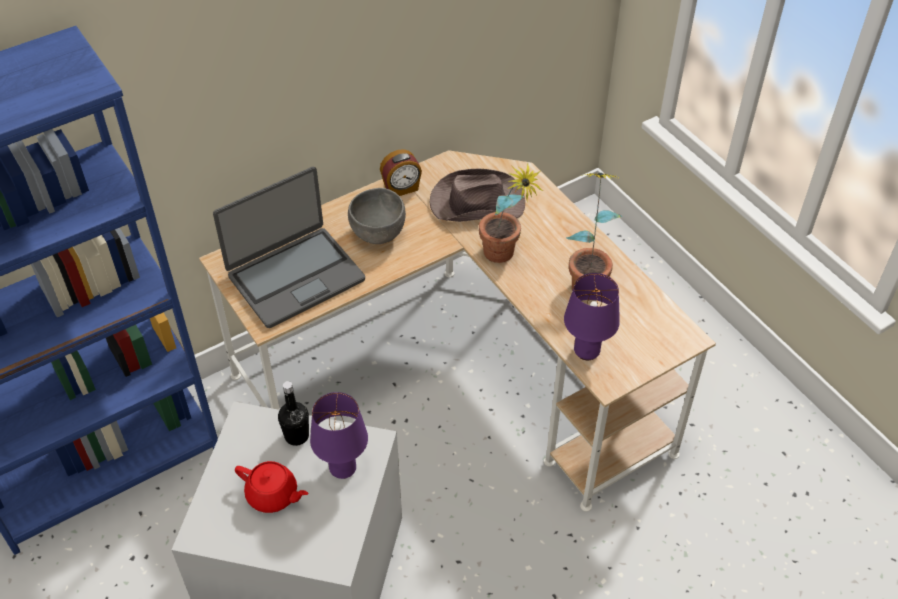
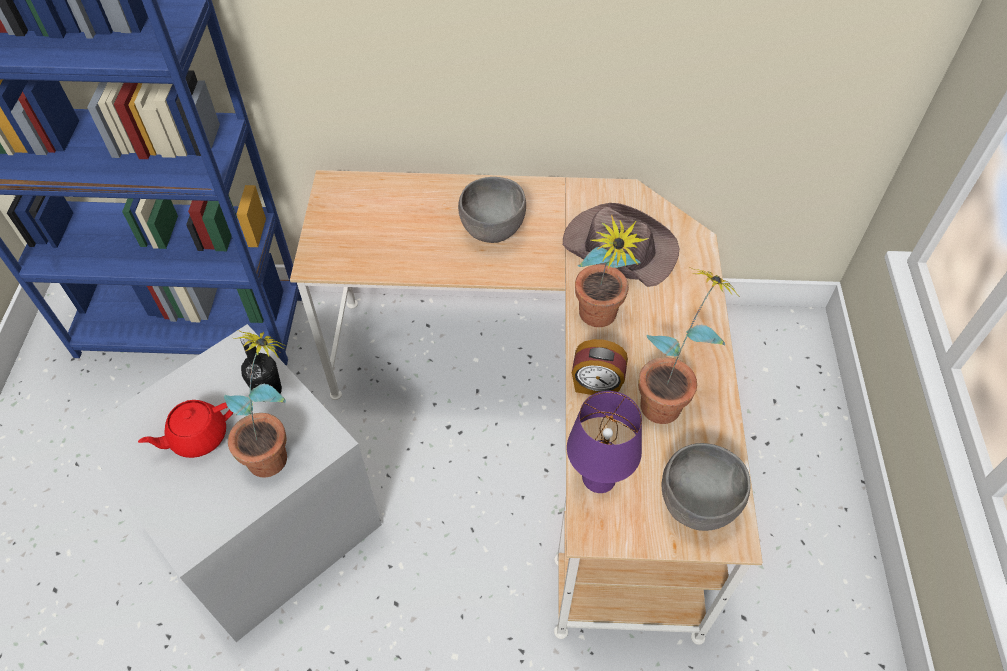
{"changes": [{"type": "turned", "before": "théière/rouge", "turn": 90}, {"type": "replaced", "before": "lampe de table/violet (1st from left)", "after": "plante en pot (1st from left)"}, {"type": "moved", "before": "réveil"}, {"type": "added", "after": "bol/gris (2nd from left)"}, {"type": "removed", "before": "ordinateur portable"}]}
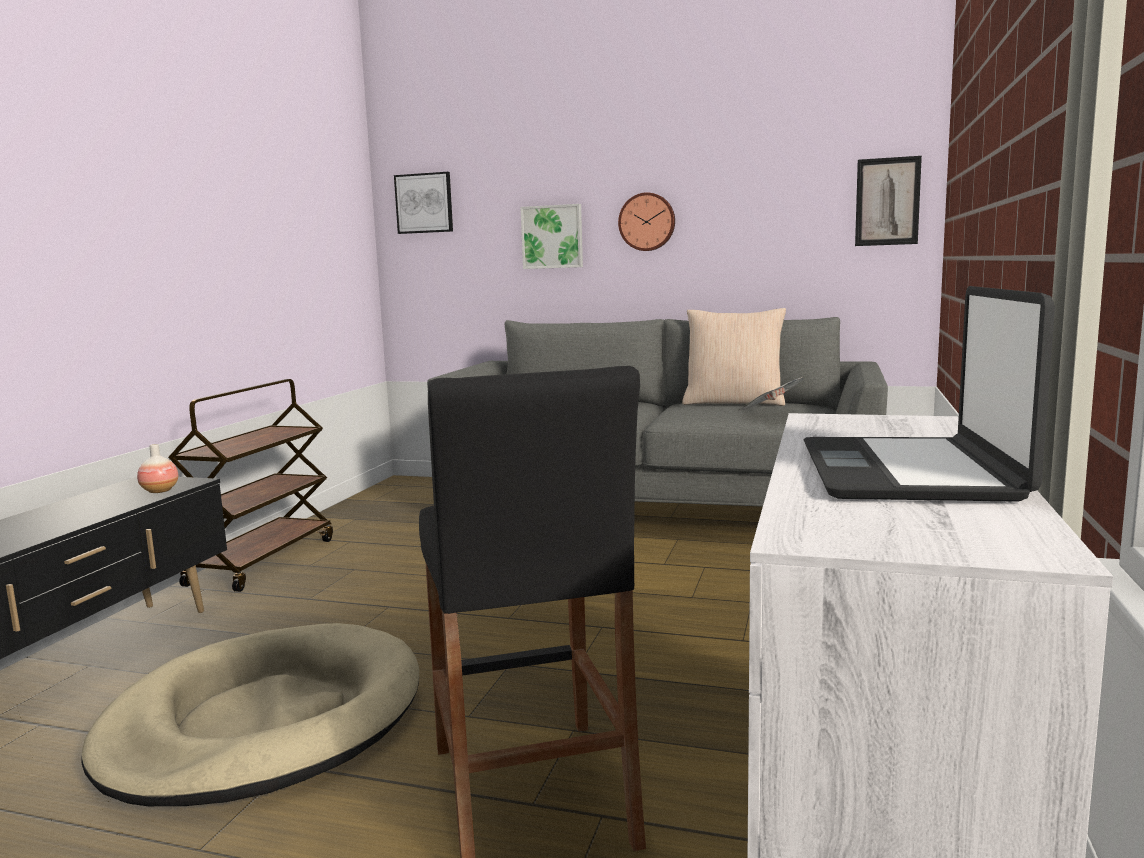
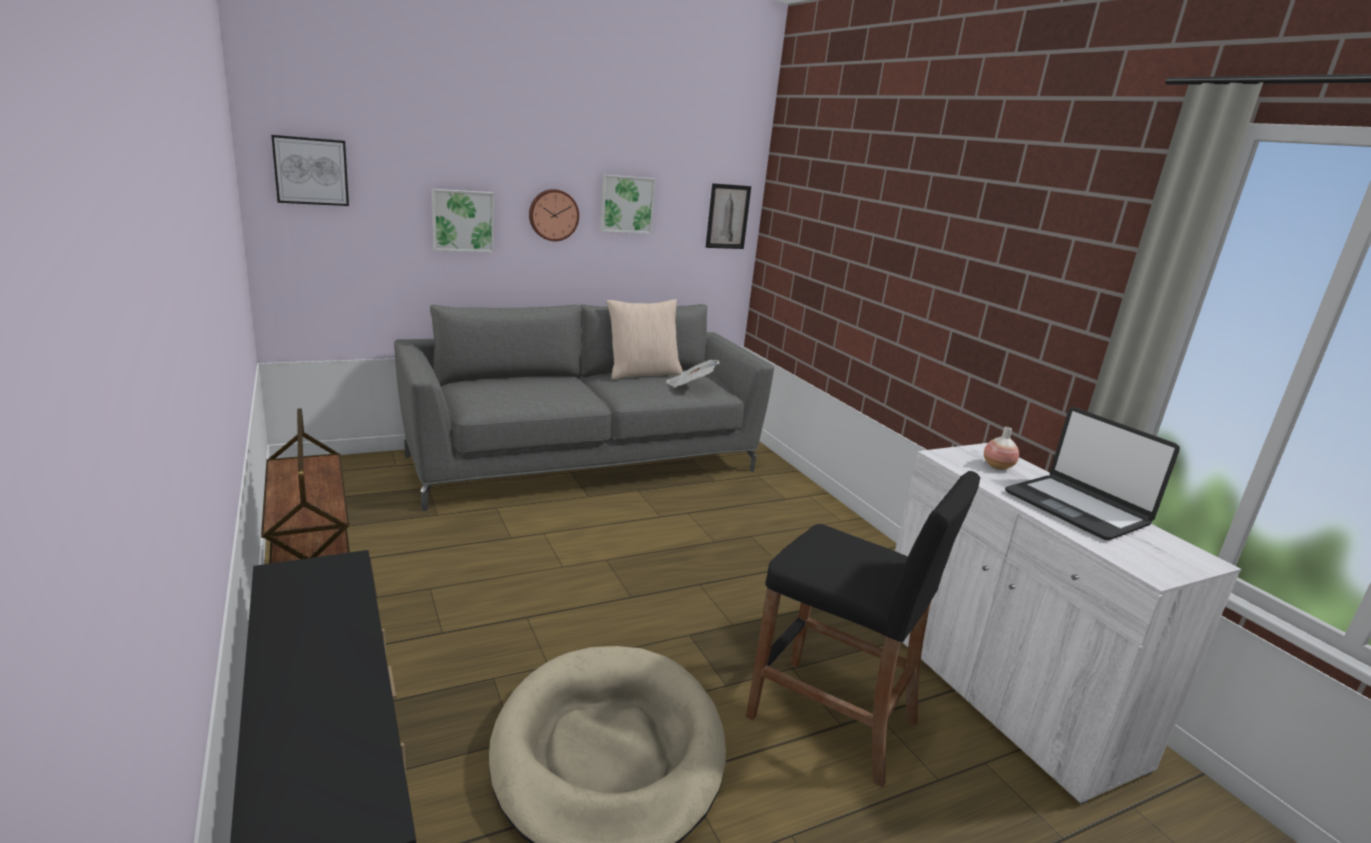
{"changes": [{"type": "added", "after": "tableau (3rd from left)"}, {"type": "moved", "before": "vase"}]}
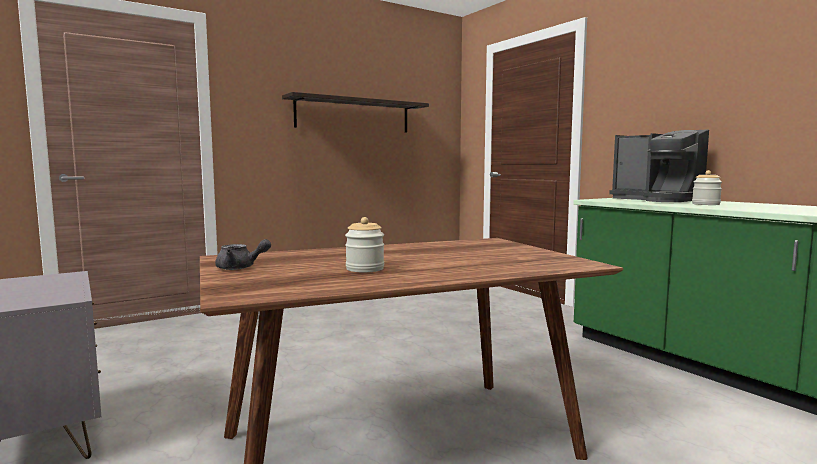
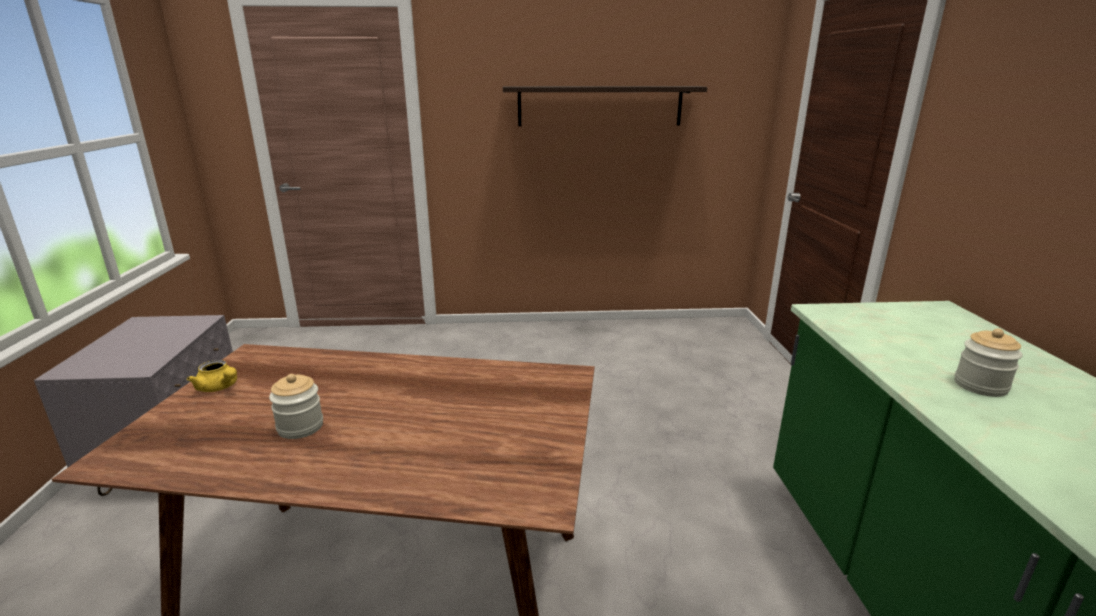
{"changes": [{"type": "recoloured", "before": "théière/gris", "after": "théière/jaune"}, {"type": "removed", "before": "machine à café"}]}
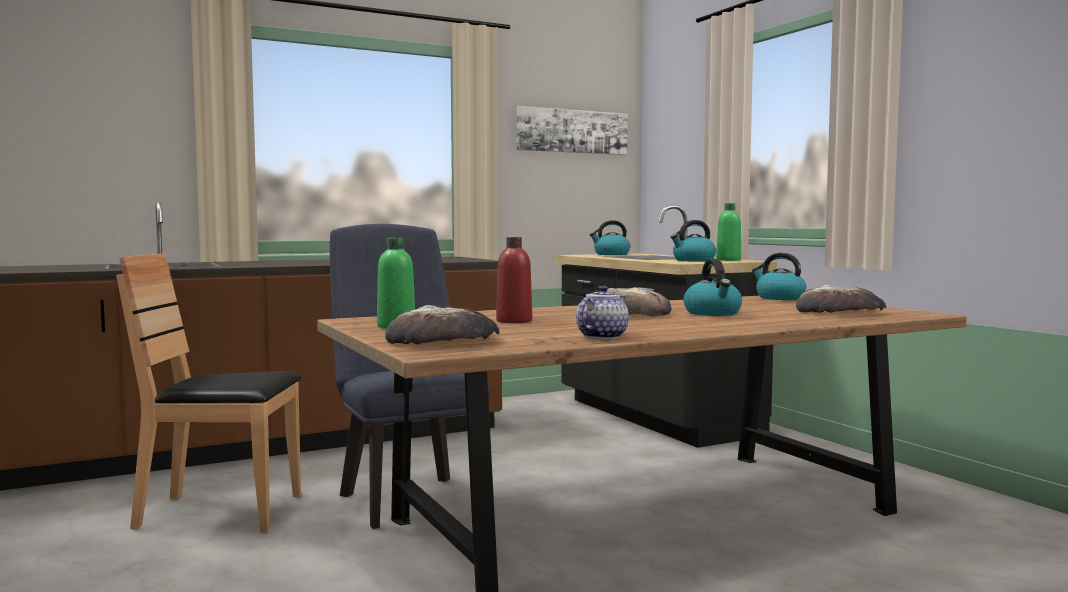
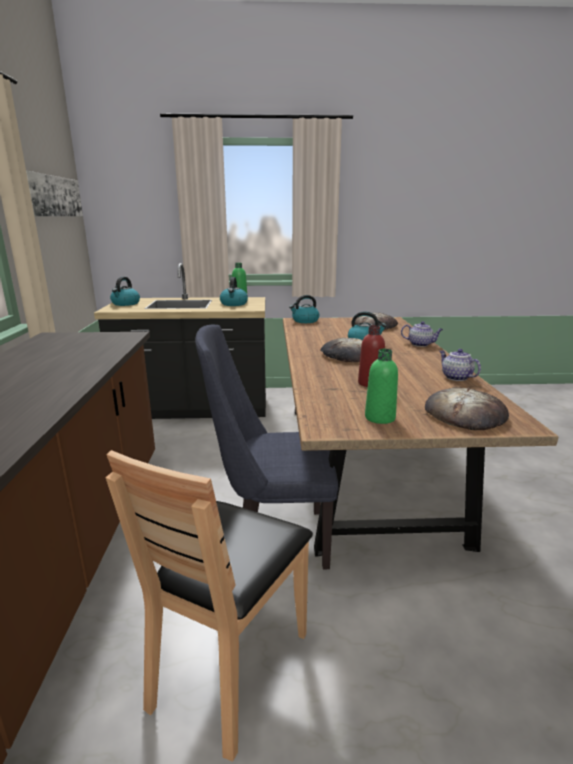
{"changes": [{"type": "added", "after": "théière (1st from left)"}]}
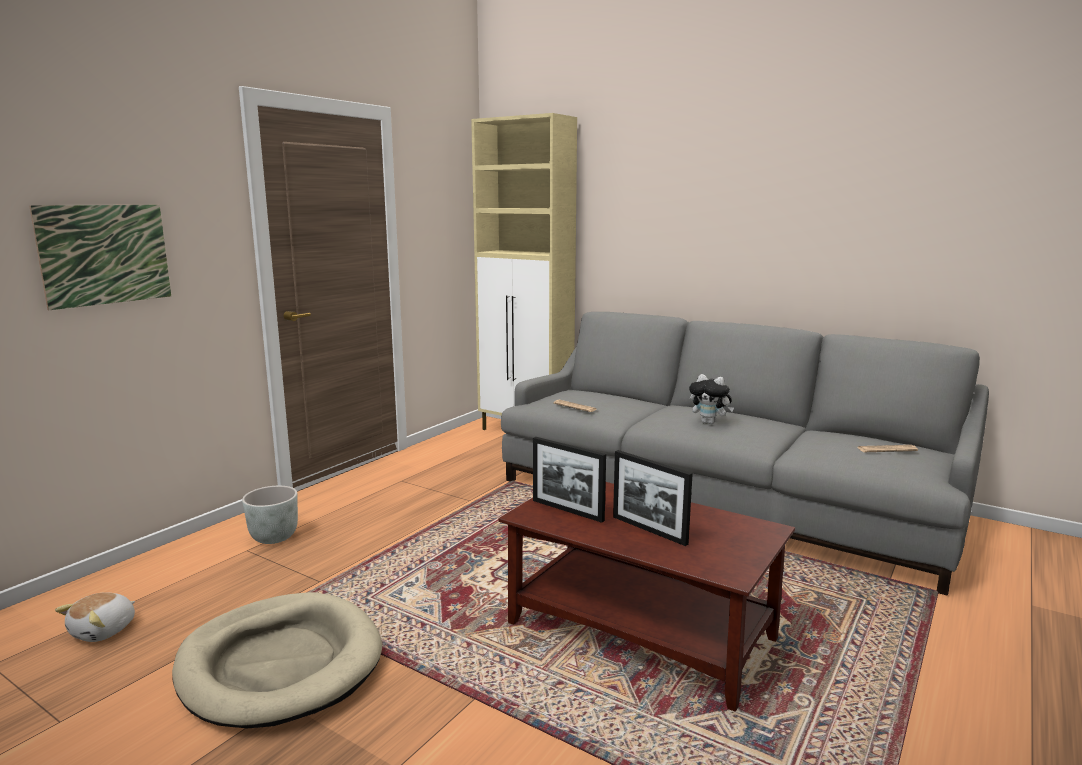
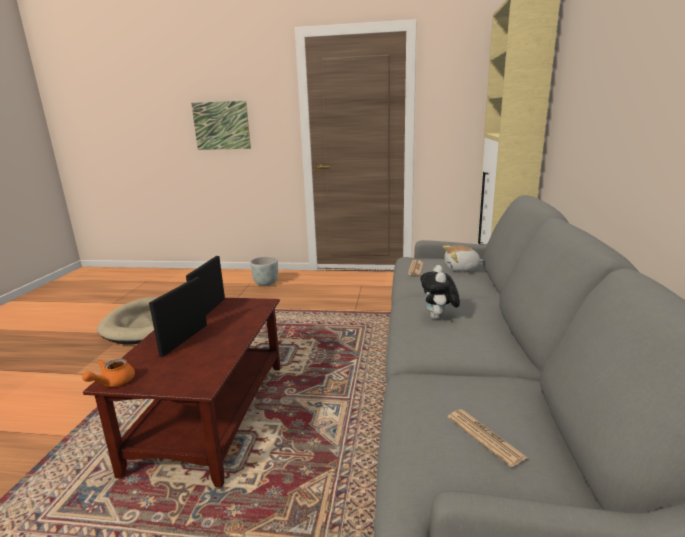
{"changes": [{"type": "added", "after": "théière/orange"}, {"type": "moved", "before": "peluche (1st from left in the first image)", "after": "peluche (2nd from left)"}]}
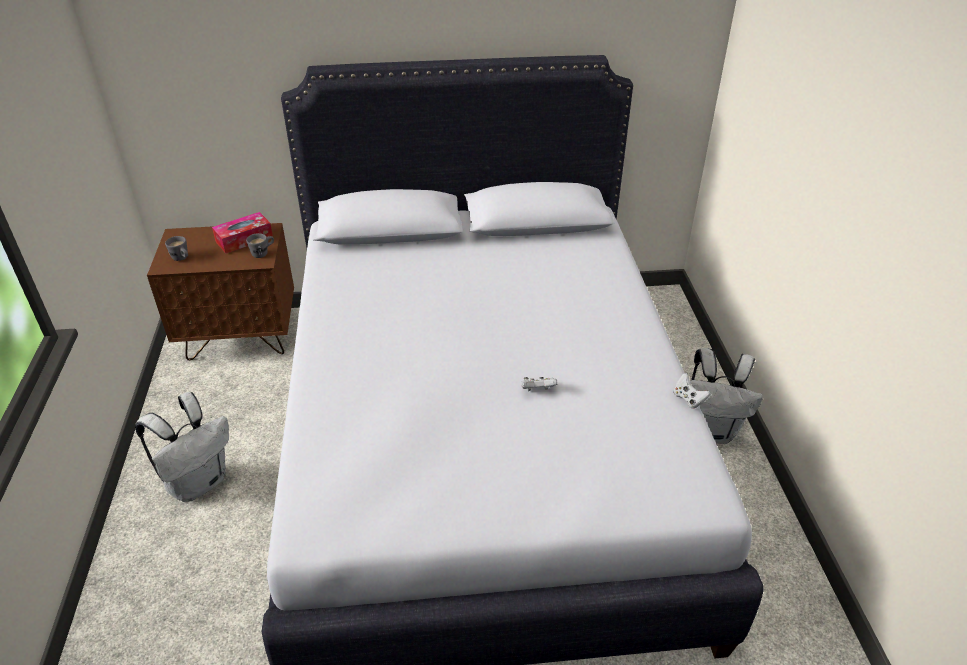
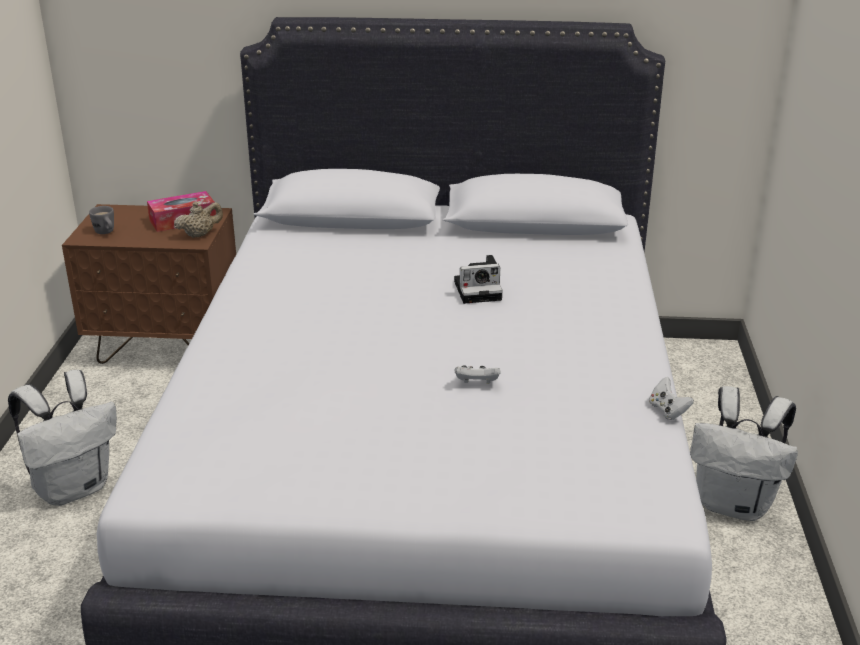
{"changes": [{"type": "replaced", "before": "mug/gris (2nd from left)", "after": "théière/beige"}, {"type": "added", "after": "appareil photo"}]}
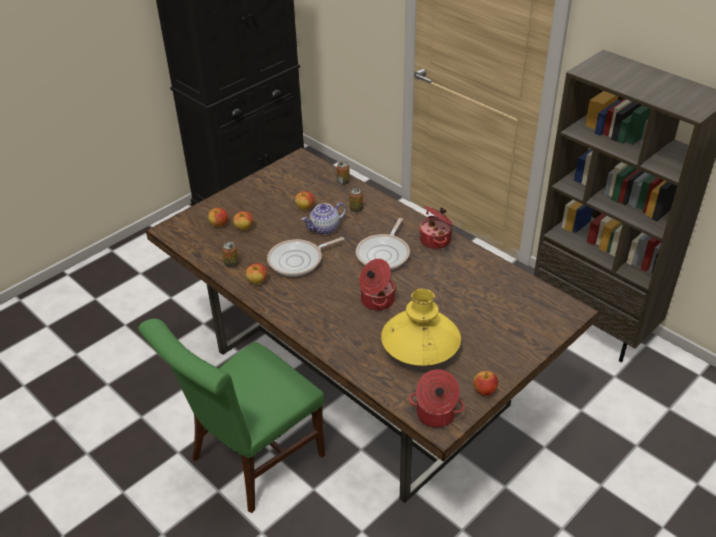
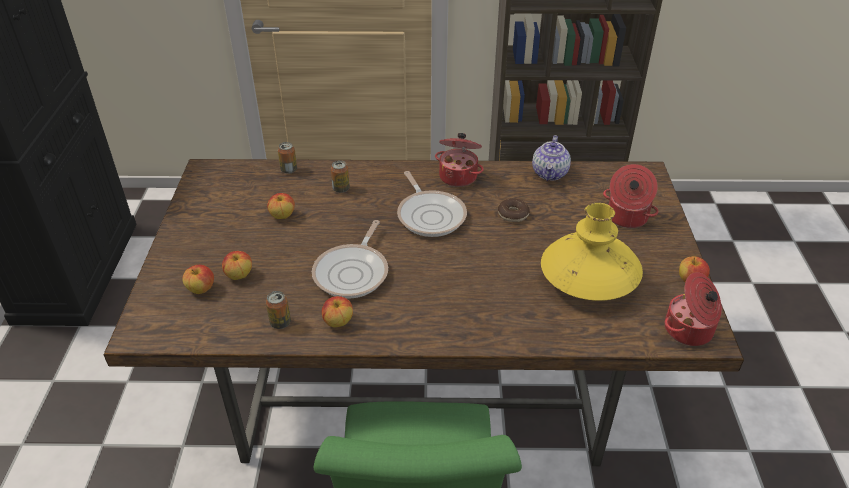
{"changes": [{"type": "added", "after": "beignet"}, {"type": "moved", "before": "théière"}, {"type": "moved", "before": "marmite (1st from left in the first image)", "after": "marmite (2nd from left)"}]}
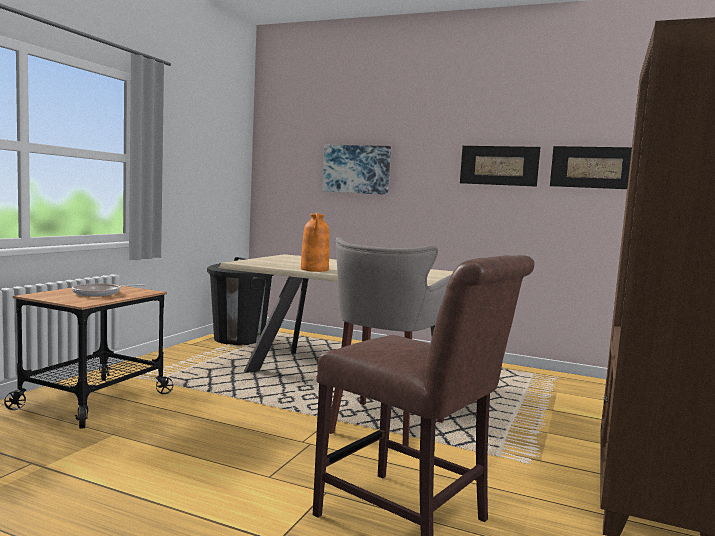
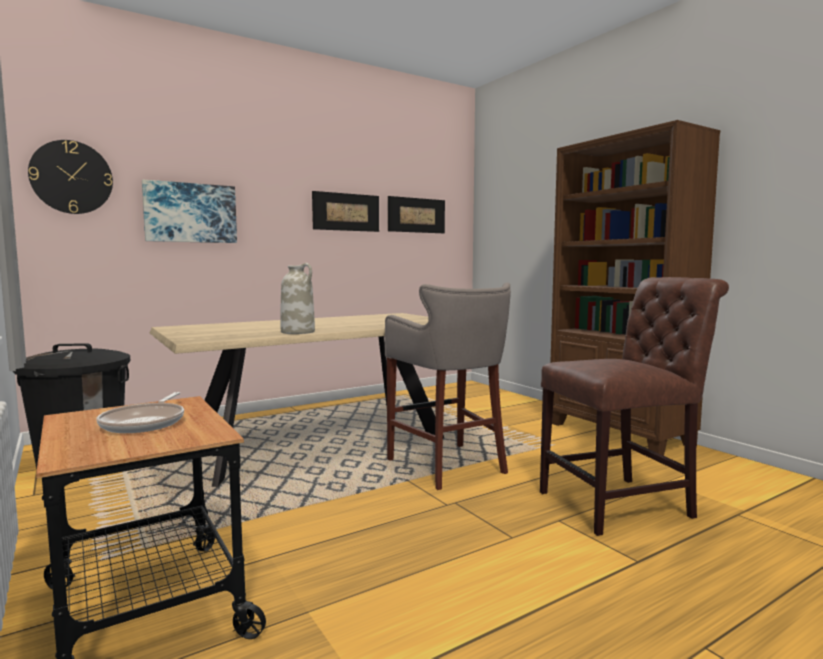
{"changes": [{"type": "added", "after": "horloge murale"}, {"type": "recoloured", "before": "vase/orange", "after": "vase/blanc"}]}
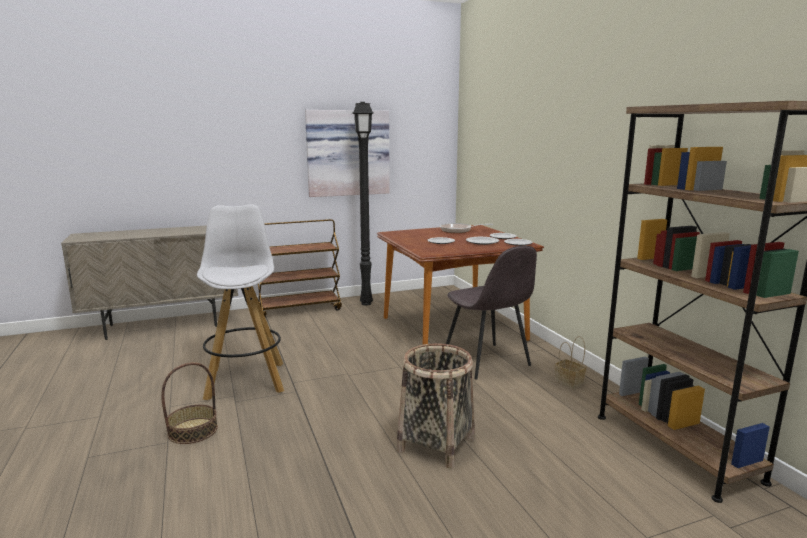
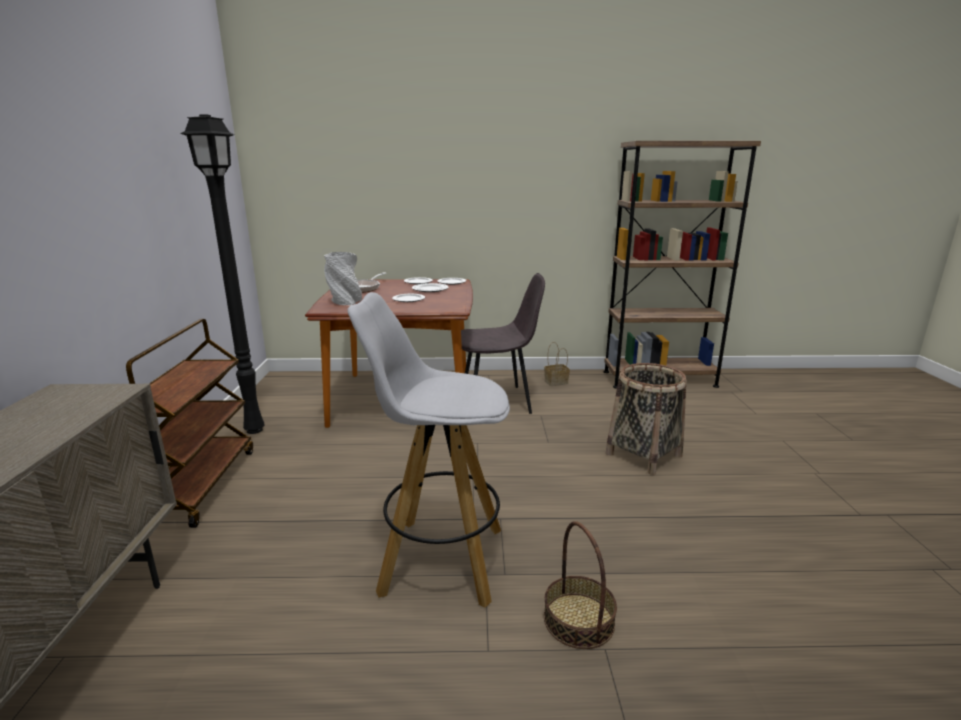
{"changes": [{"type": "added", "after": "vase/gris"}, {"type": "removed", "before": "tableau"}]}
